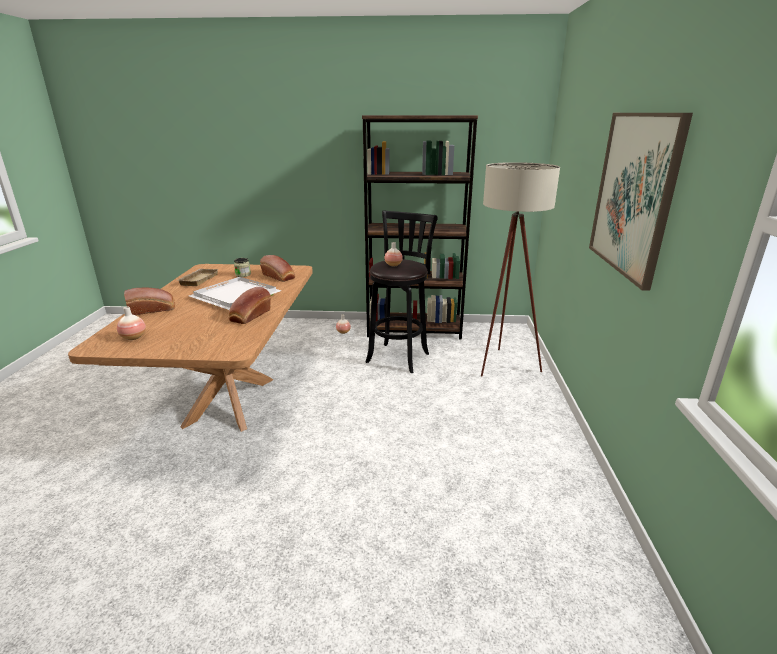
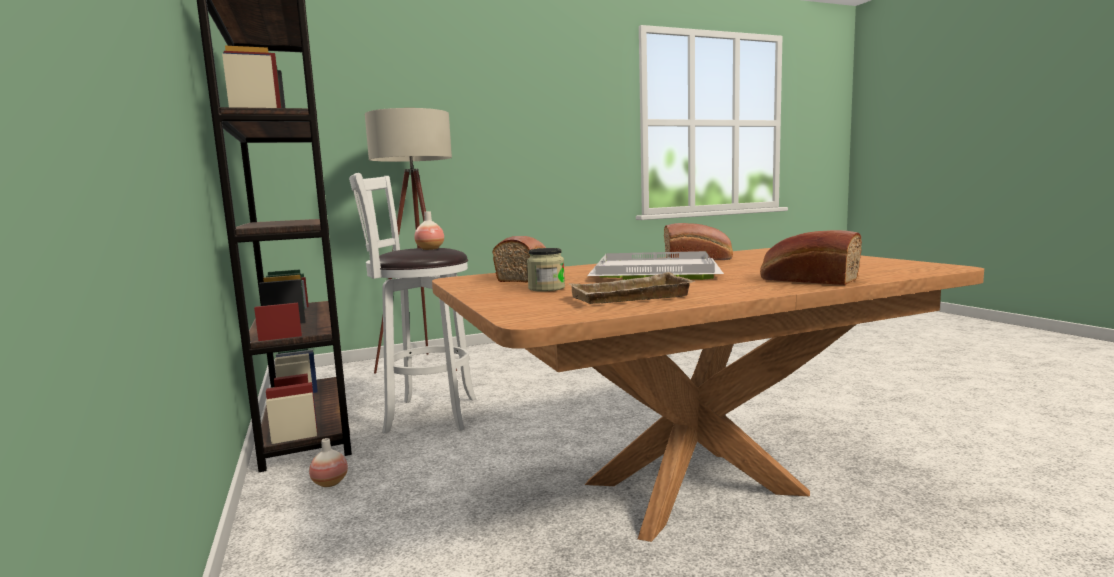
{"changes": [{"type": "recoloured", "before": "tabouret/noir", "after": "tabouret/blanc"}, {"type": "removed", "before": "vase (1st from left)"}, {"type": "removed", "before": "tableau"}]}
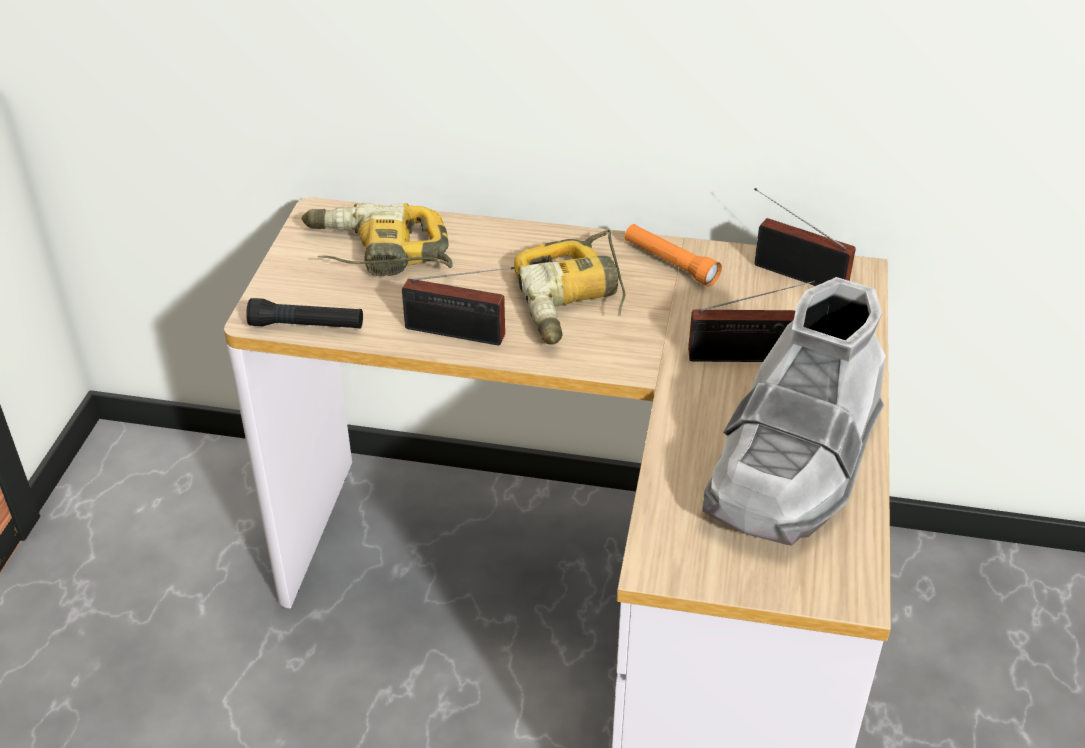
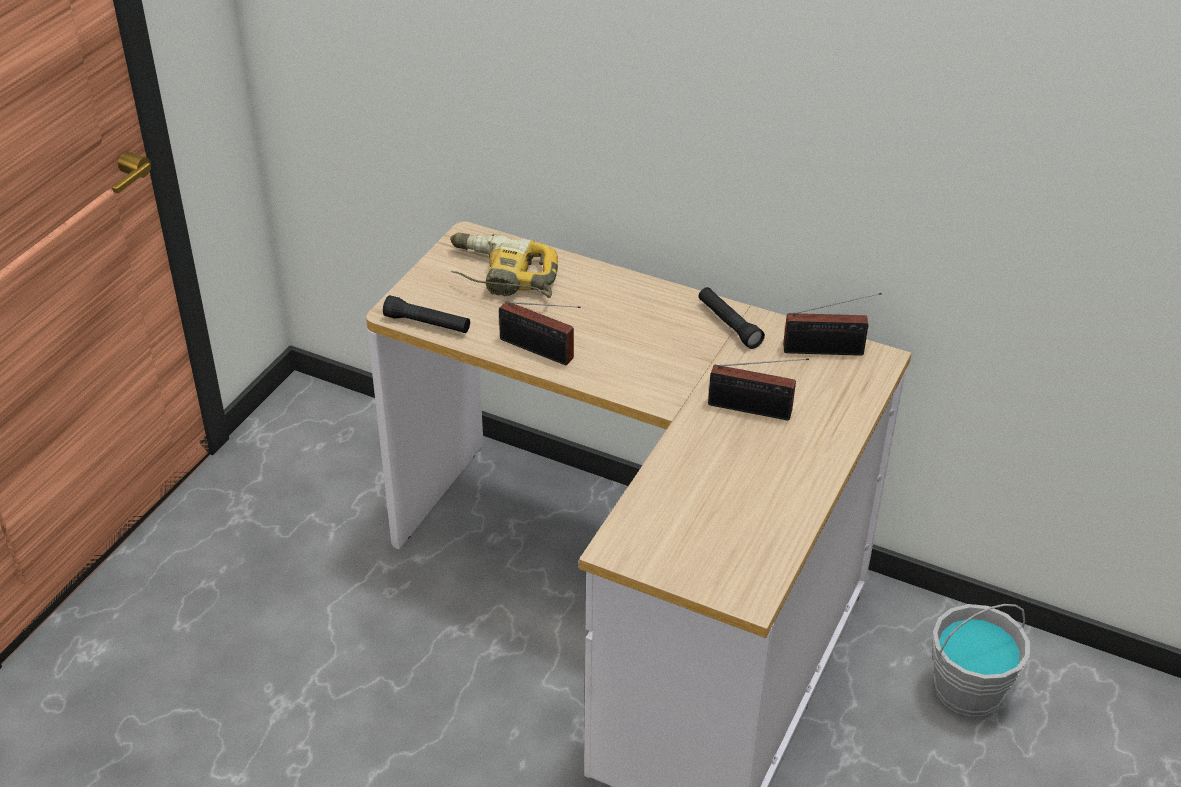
{"changes": [{"type": "recoloured", "before": "lampe de poche/orange", "after": "lampe de poche/noir (2nd from left)"}, {"type": "turned", "before": "radio (3rd from left)", "turn": 135}, {"type": "added", "after": "seau/gris"}, {"type": "removed", "before": "perceuse (2nd from left)"}, {"type": "removed", "before": "botte/gris"}]}
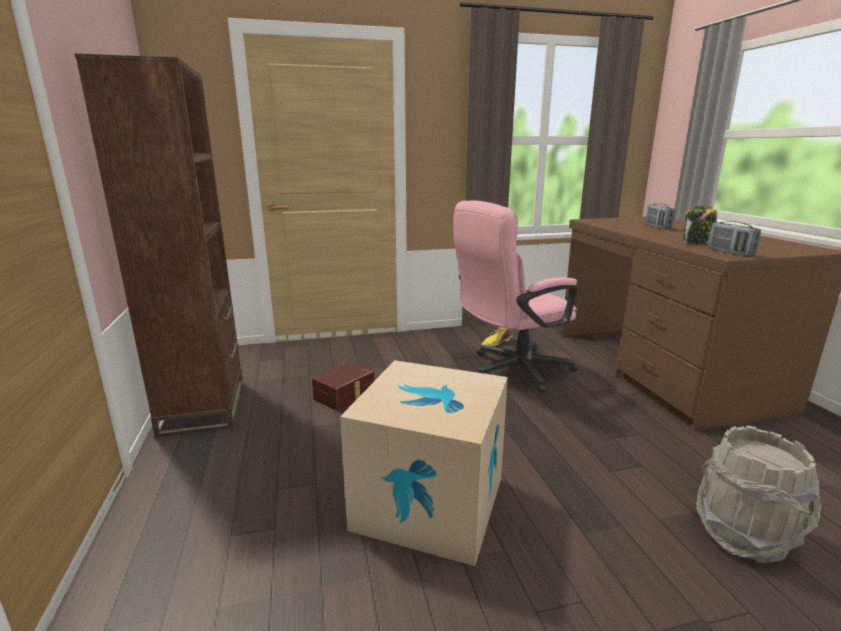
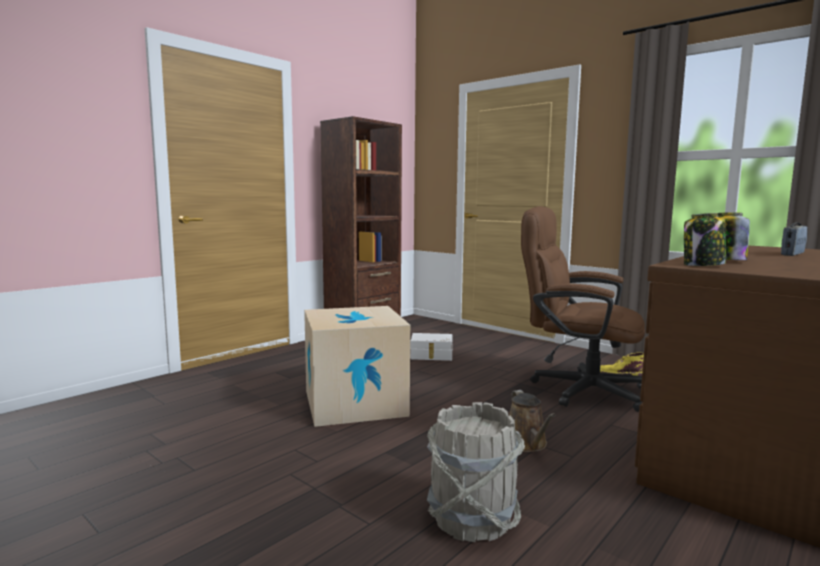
{"changes": [{"type": "recoloured", "before": "boîte de rangement/marron", "after": "boîte de rangement/blanc"}, {"type": "added", "after": "arrosoir/marron"}, {"type": "recoloured", "before": "chaise de bureau/rose", "after": "chaise de bureau/marron"}, {"type": "replaced", "before": "radio (2nd from left)", "after": "bocal (1st from left)"}]}
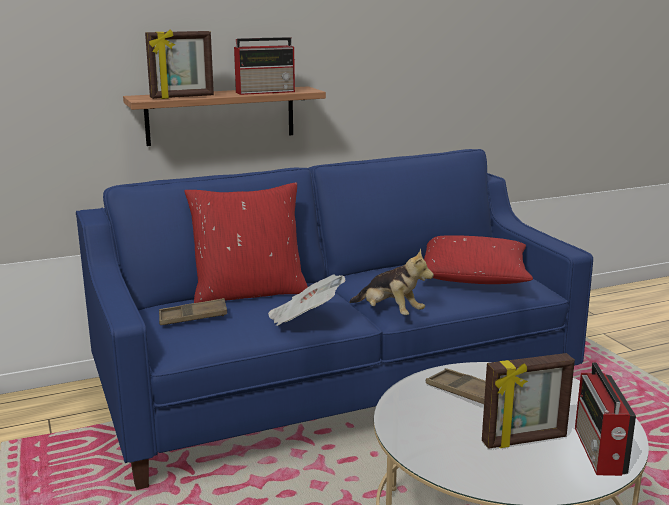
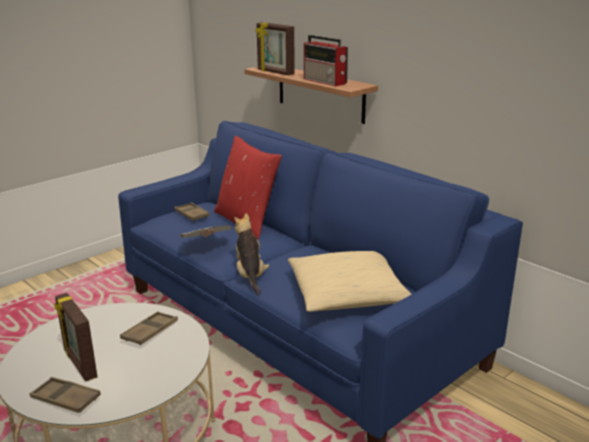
{"changes": [{"type": "replaced", "before": "radio (2nd from left)", "after": "plateau/marron (1st from left)"}, {"type": "turned", "before": "peluche", "turn": 150}, {"type": "recoloured", "before": "coussin/rouge (2nd from left)", "after": "coussin/beige"}]}
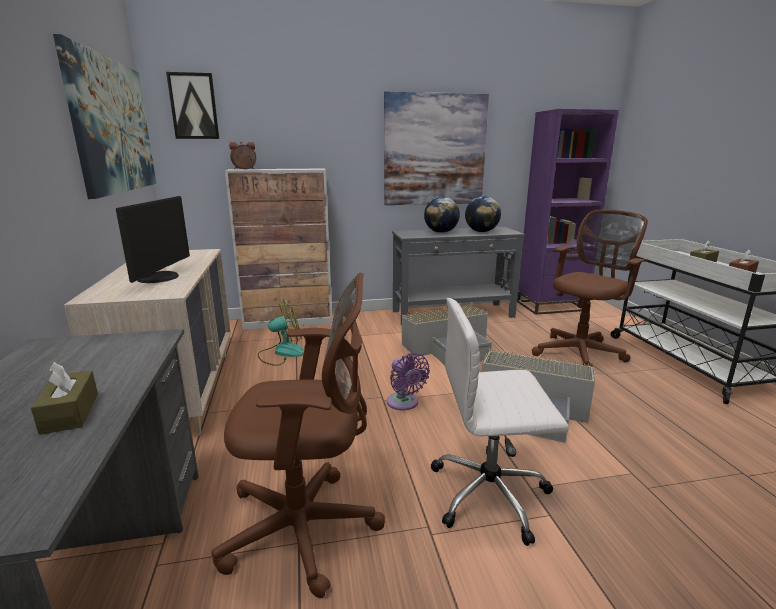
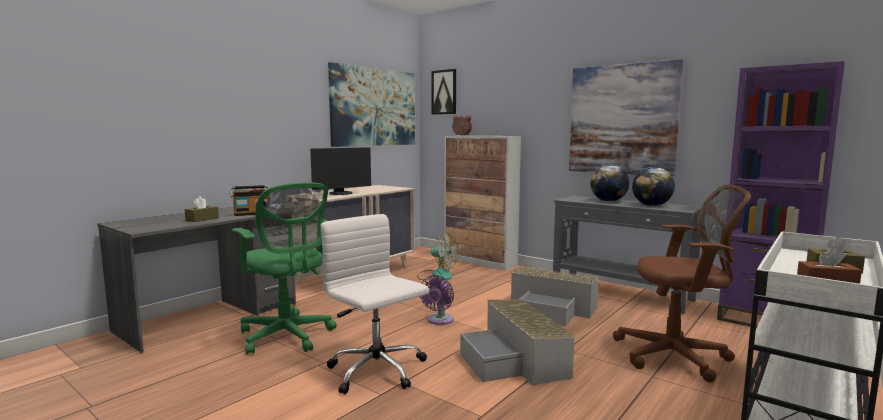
{"changes": [{"type": "added", "after": "radio"}, {"type": "recoloured", "before": "chaise de bureau/marron (1st from left)", "after": "chaise de bureau/vert"}]}
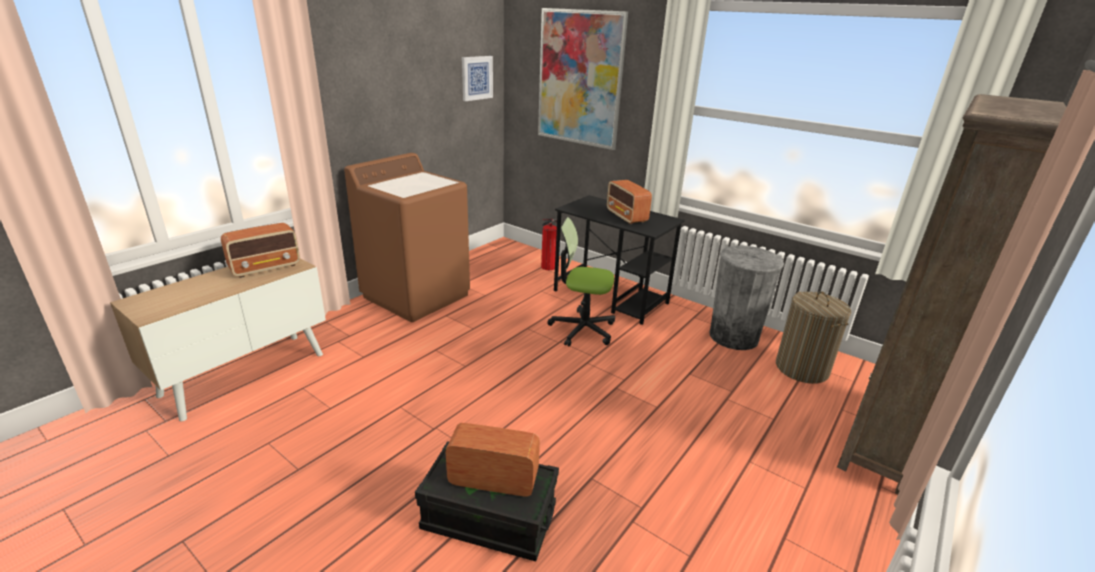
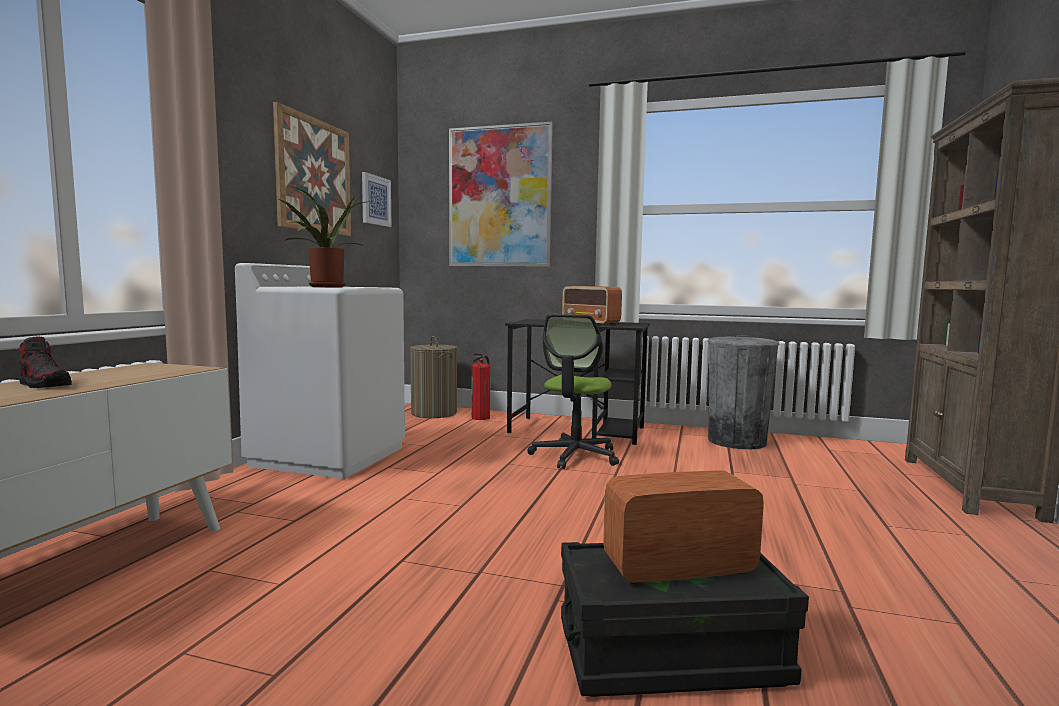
{"changes": [{"type": "added", "after": "chaussure"}, {"type": "recoloured", "before": "lave-linge/marron", "after": "lave-linge/blanc"}, {"type": "added", "after": "tableau (1st from left)"}, {"type": "added", "after": "plante en pot"}, {"type": "moved", "before": "panier à linge"}, {"type": "turned", "before": "chaise de bureau", "turn": -60}, {"type": "removed", "before": "radio (1st from left)"}]}
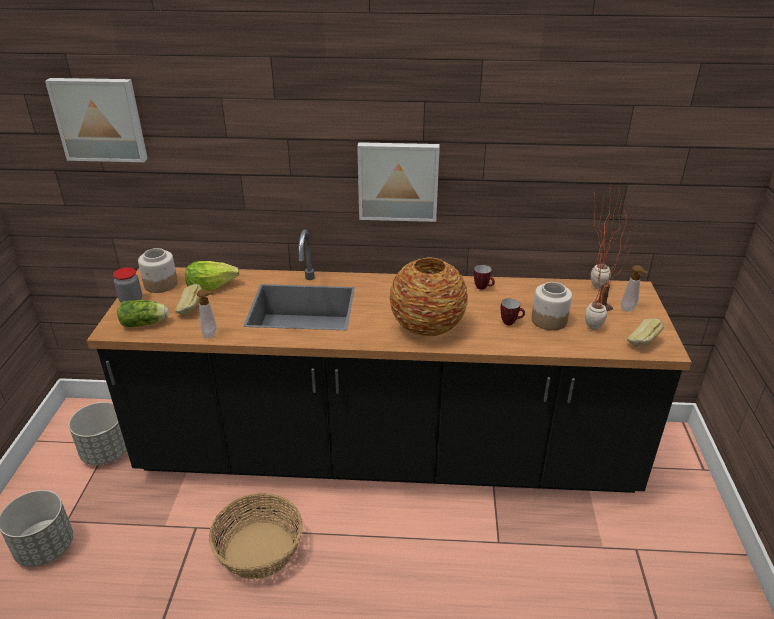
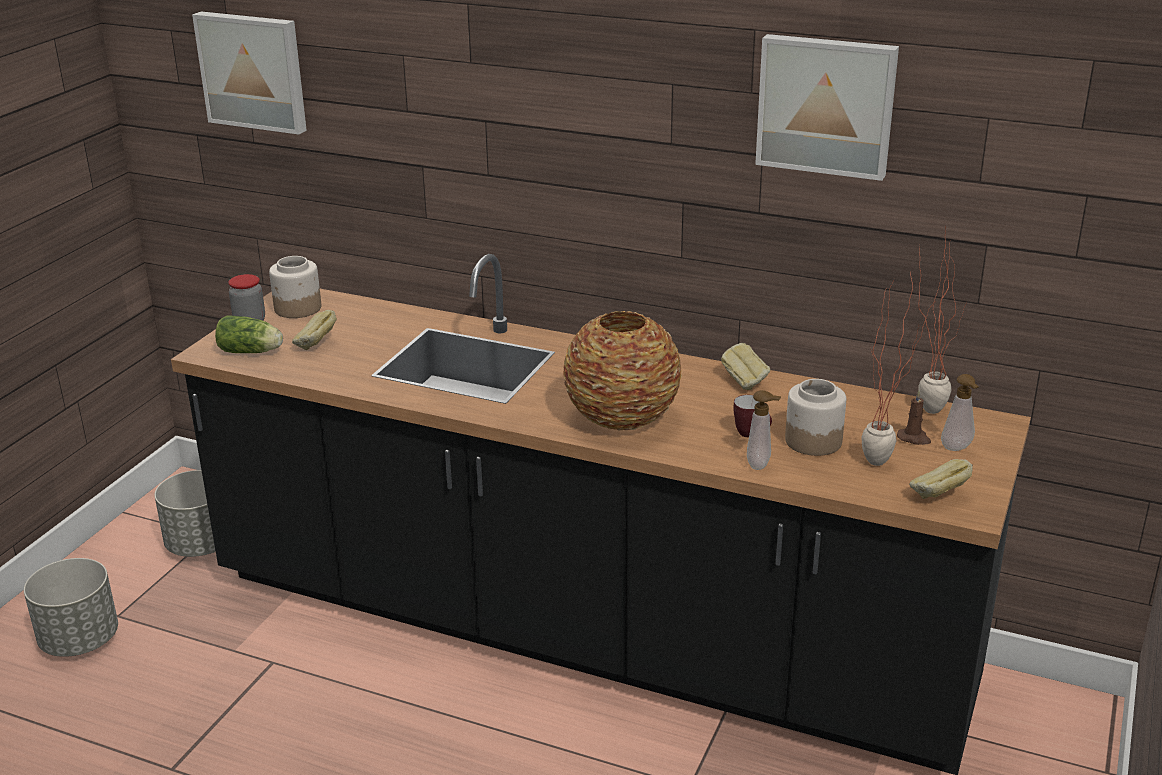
{"changes": [{"type": "replaced", "before": "mug (1st from left)", "after": "pain (2nd from left)"}, {"type": "moved", "before": "distributeur de savon (1st from left)"}, {"type": "moved", "before": "tableau (2nd from left)"}, {"type": "removed", "before": "laitue (2nd from left)"}, {"type": "removed", "before": "panier"}]}
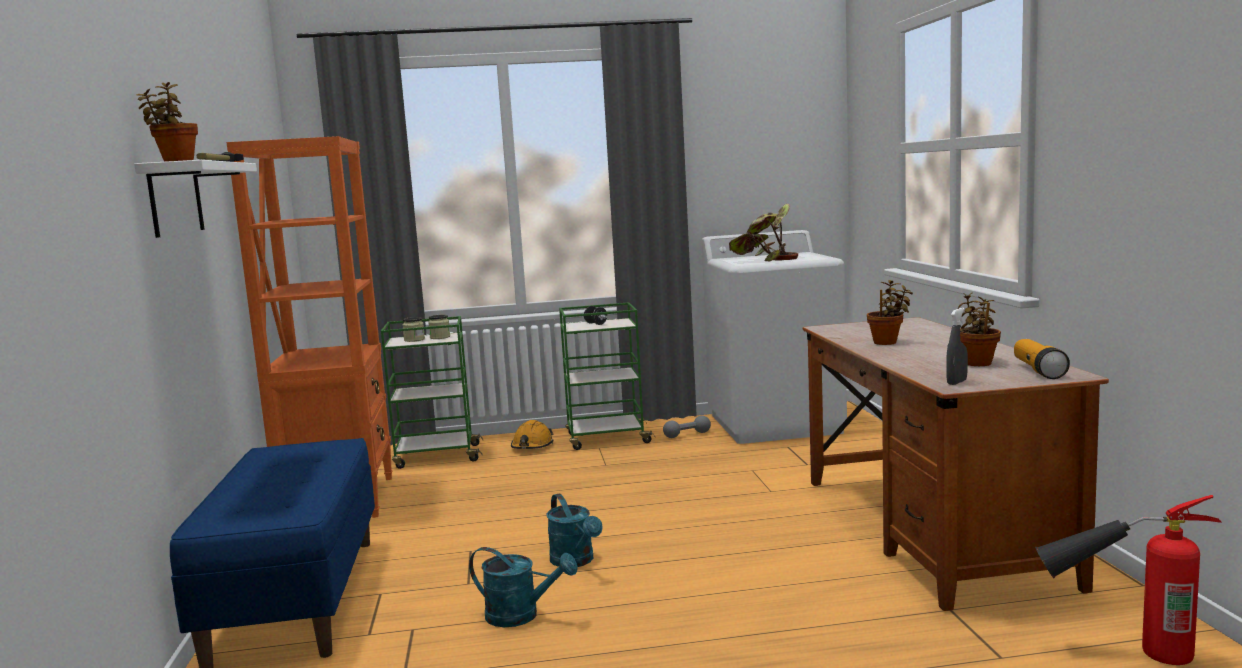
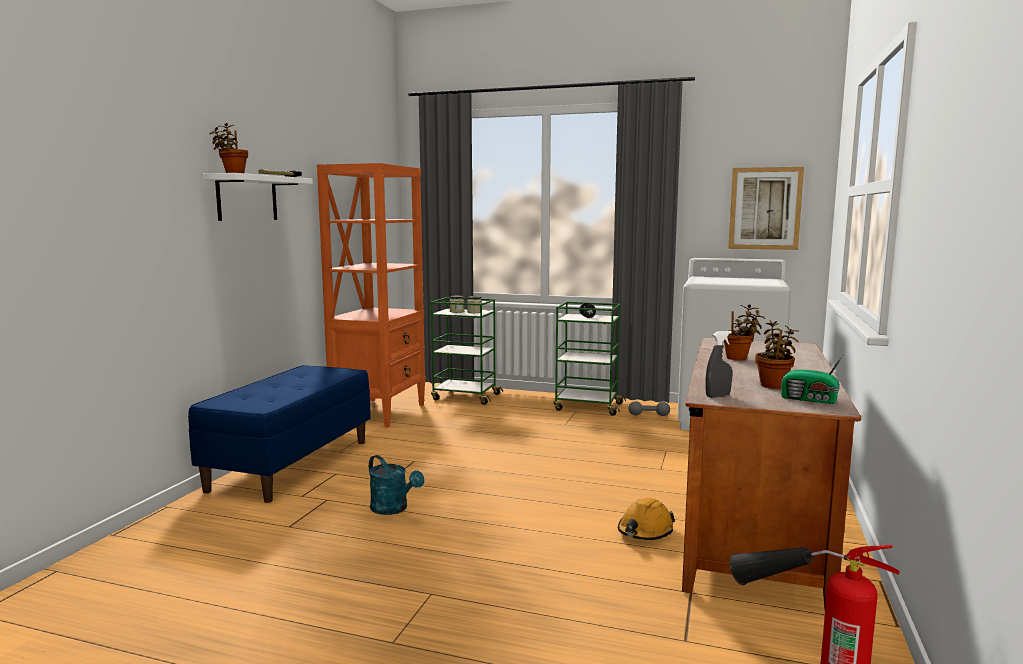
{"changes": [{"type": "moved", "before": "casque de chantier/orange"}, {"type": "added", "after": "tableau"}, {"type": "replaced", "before": "lampe de poche", "after": "radio"}, {"type": "removed", "before": "arrosoir/turquoise (2nd from left)"}, {"type": "removed", "before": "plante en pot (2nd from left)"}]}
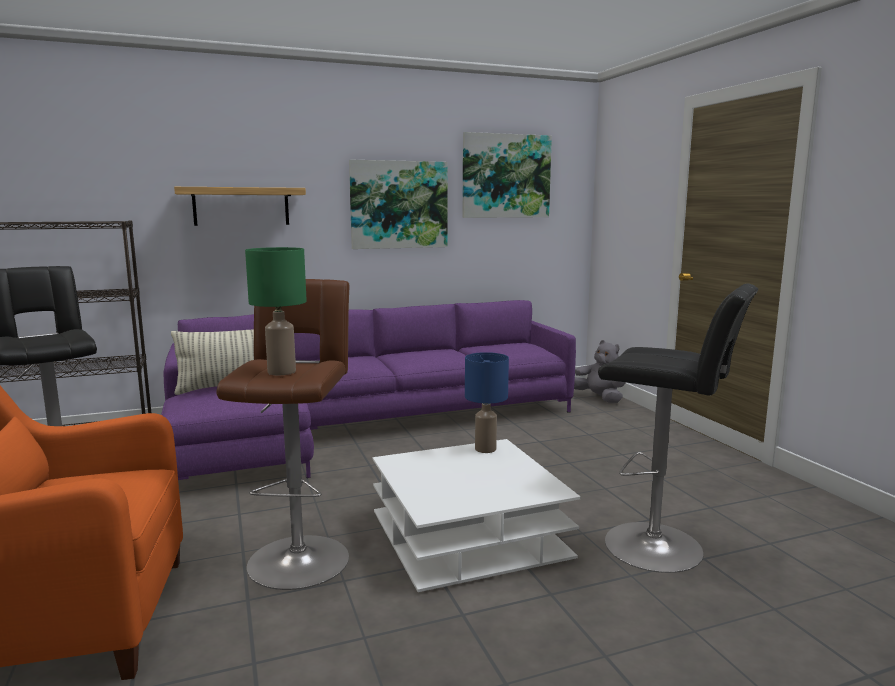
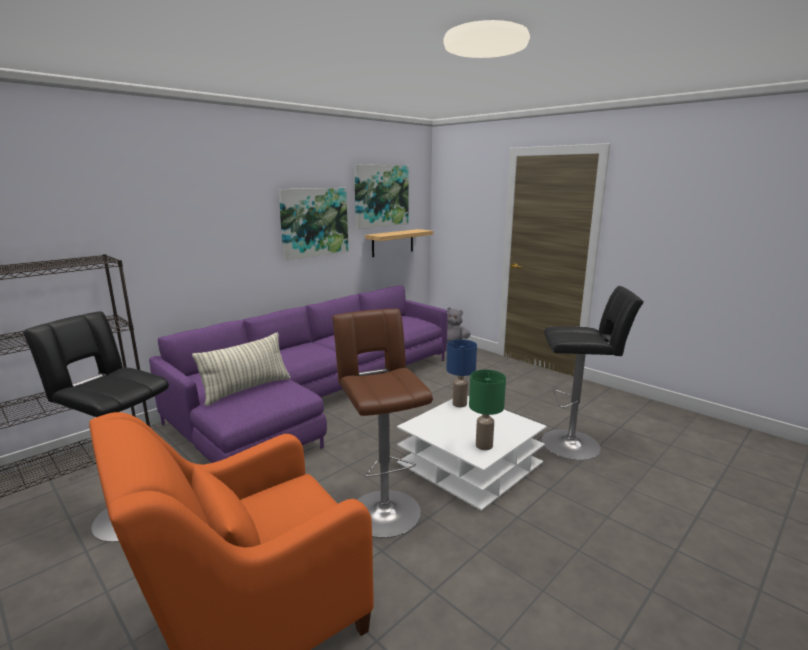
{"changes": [{"type": "moved", "before": "étagère"}, {"type": "moved", "before": "lampe de table/vert"}]}
